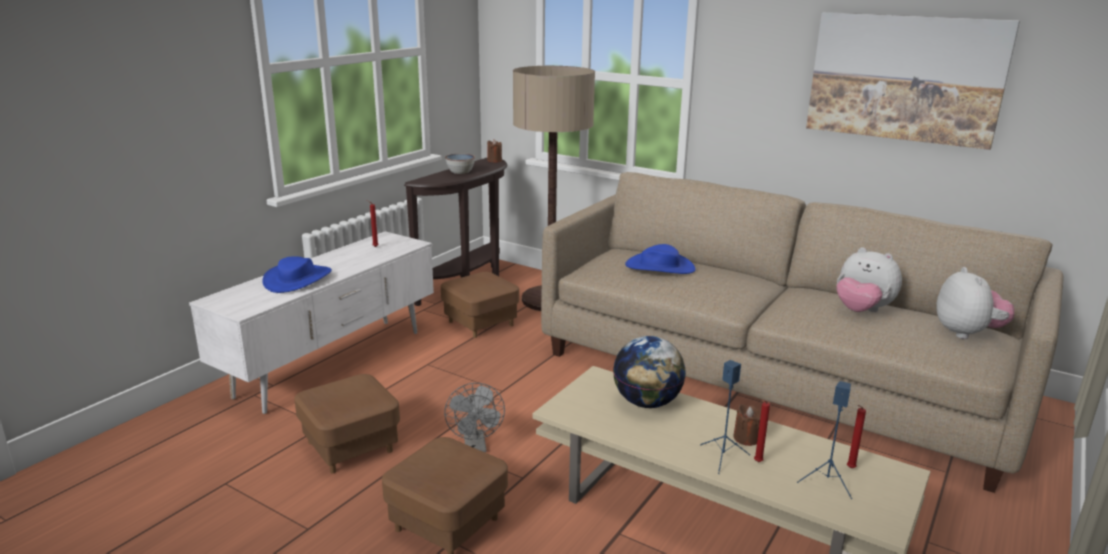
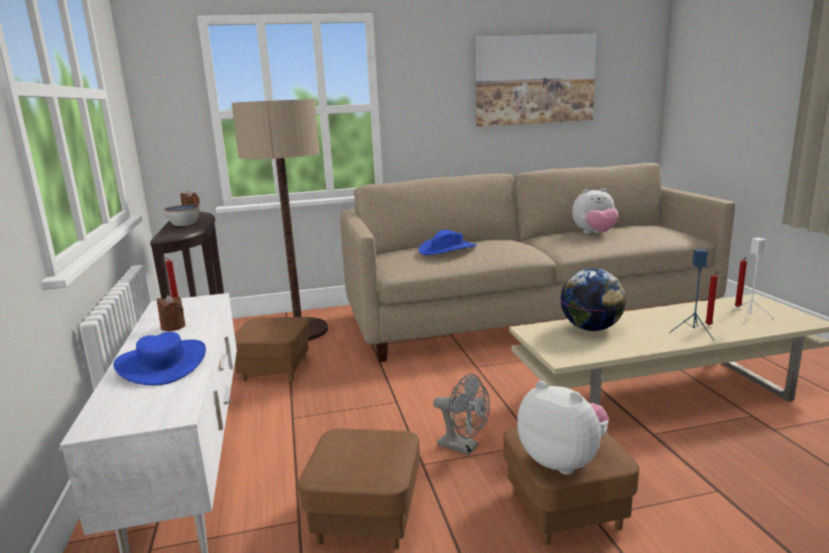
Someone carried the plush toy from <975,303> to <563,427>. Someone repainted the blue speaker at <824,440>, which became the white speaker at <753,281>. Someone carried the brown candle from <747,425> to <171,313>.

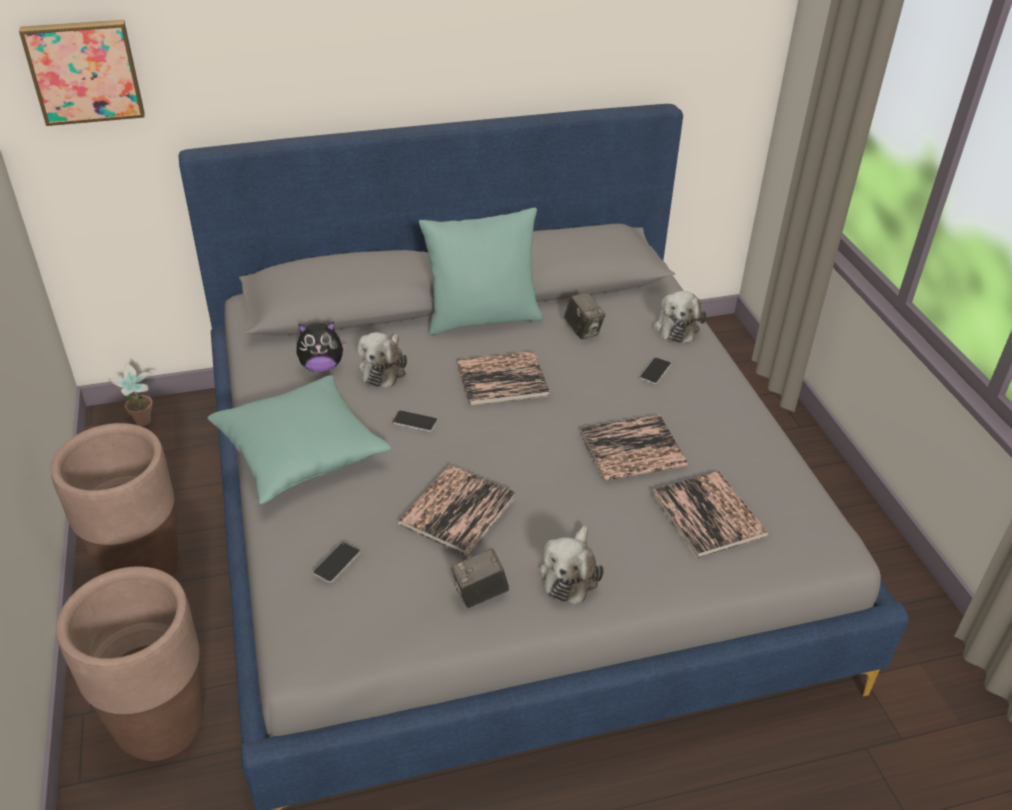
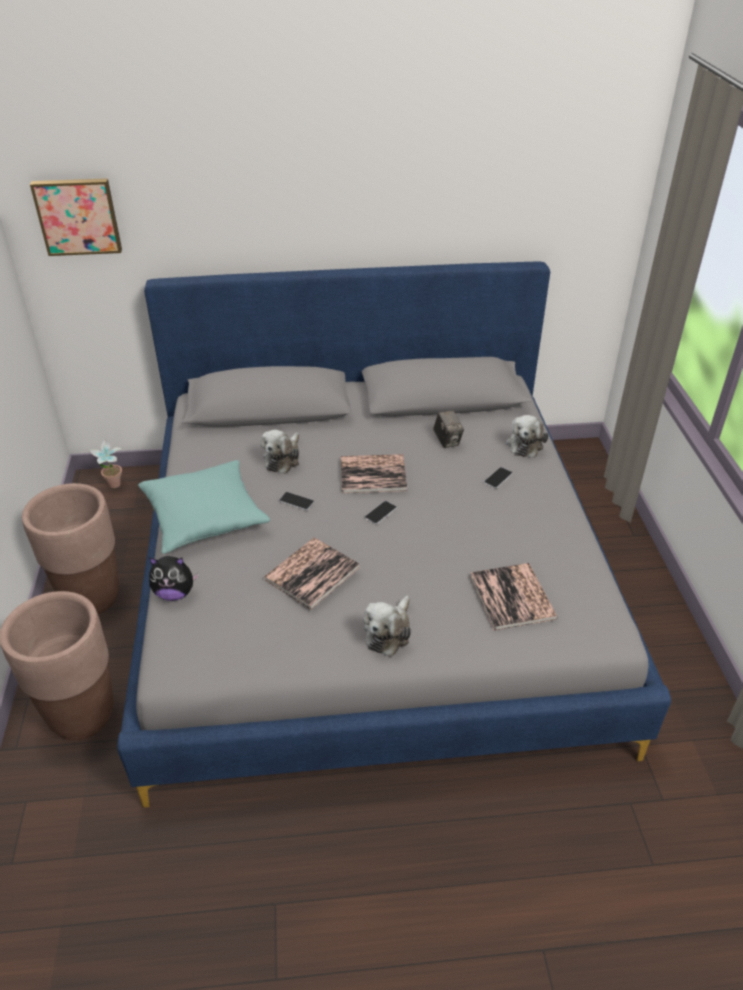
Someone took away the turquoise pillow at <481,271>. Someone carried the plush toy from <321,346> to <174,578>. Someone took away the book at <634,448>. Someone carried the phone from <336,562> to <381,512>. Someone took away the photo camera at <480,578>.

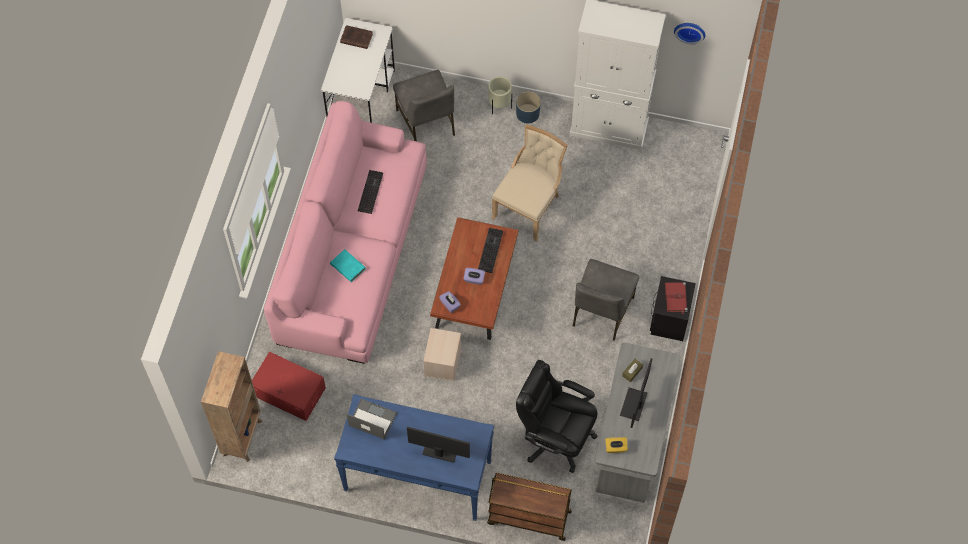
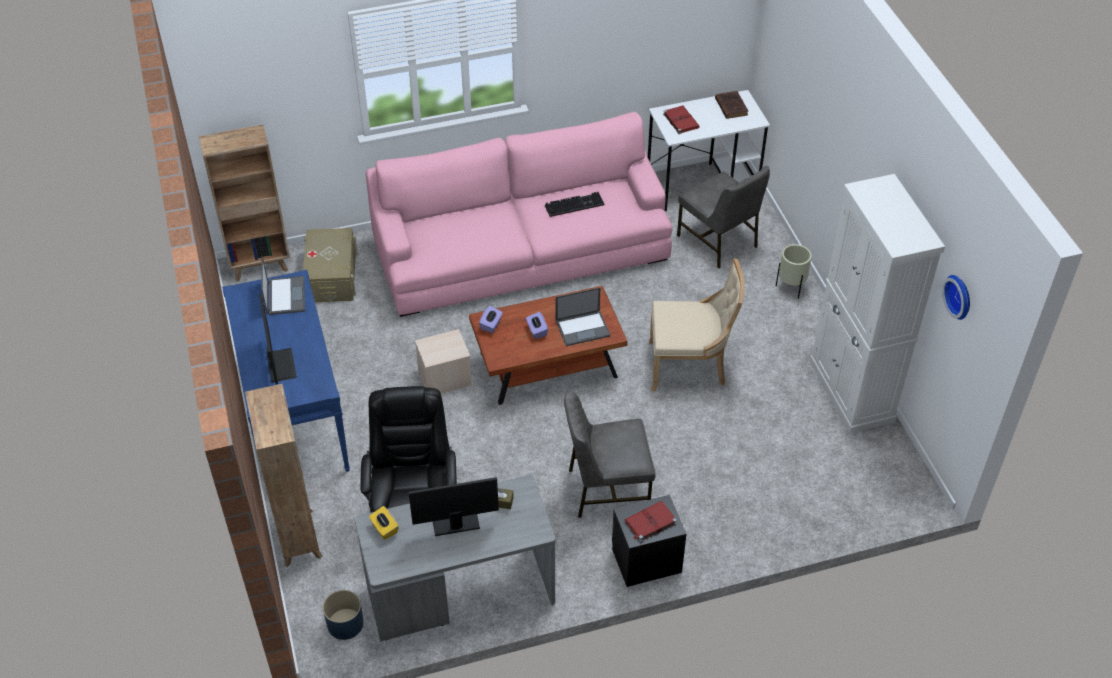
Someone rotated the grey chair at <424,105> by 75 degrees counterclockwise. Someone carried the blue planter from <528,107> to <343,615>. Someone swapped the keyboard at <490,250> for the laptop at <583,316>. Someone took away the turquoise book at <348,265>. Someone repainted the red storage box at <289,386>, which became the beige storage box at <330,265>. Someone swapped the brown cart at <529,507> for the brown bookcase at <283,475>. Someone put down the red book at <681,120>.

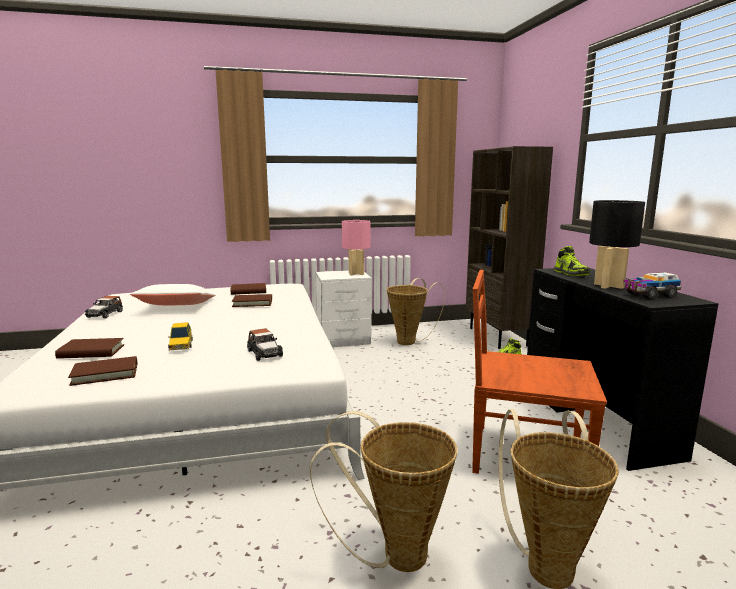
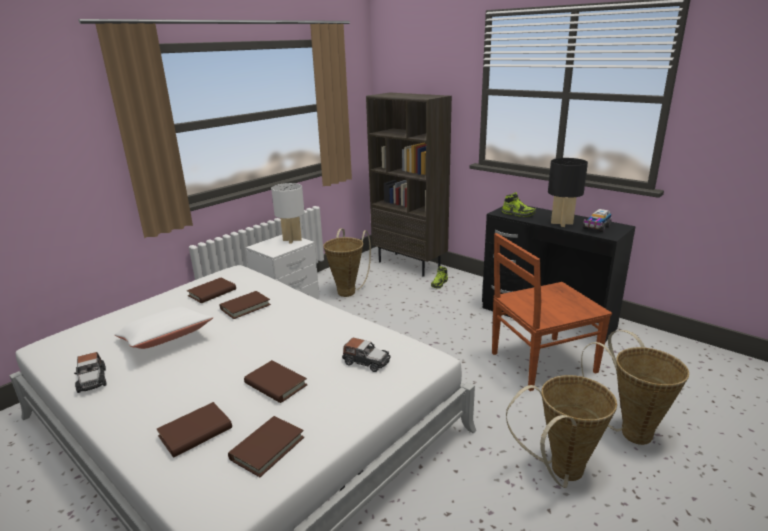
Someone repainted the pink table lamp at <356,247>, which became the white table lamp at <288,213>. Someone swapped the toy car at <180,336> for the brown book at <275,381>.

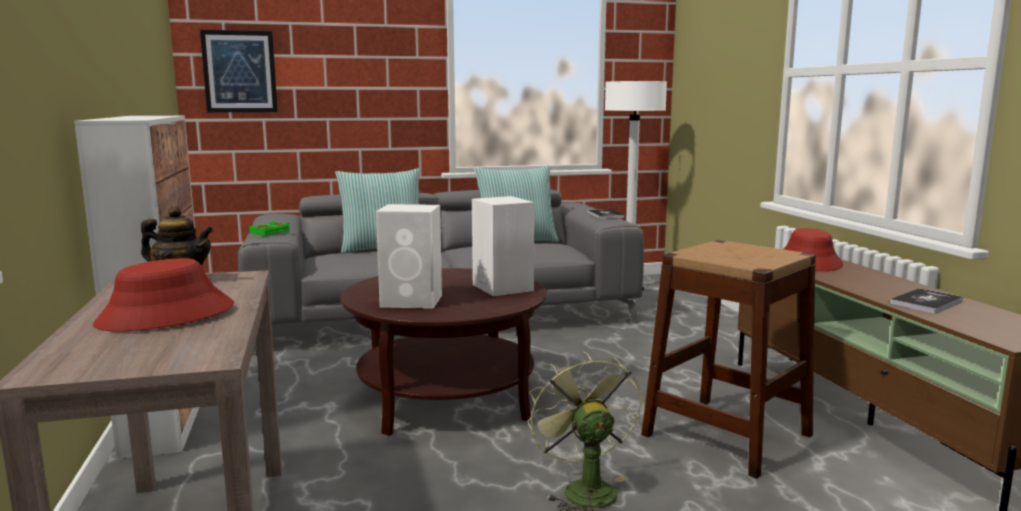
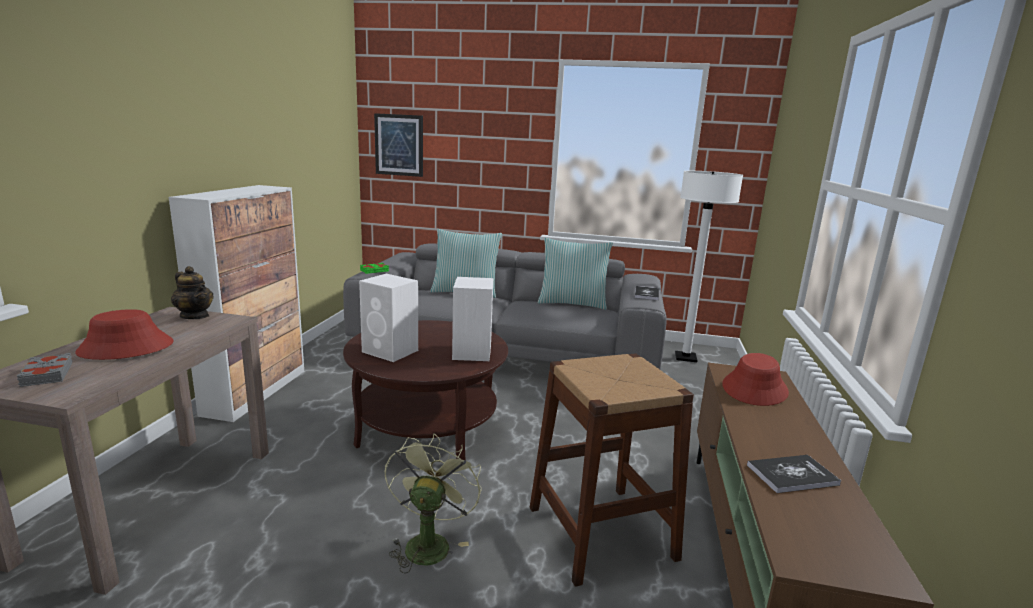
Someone put down the grey book at <45,370>.

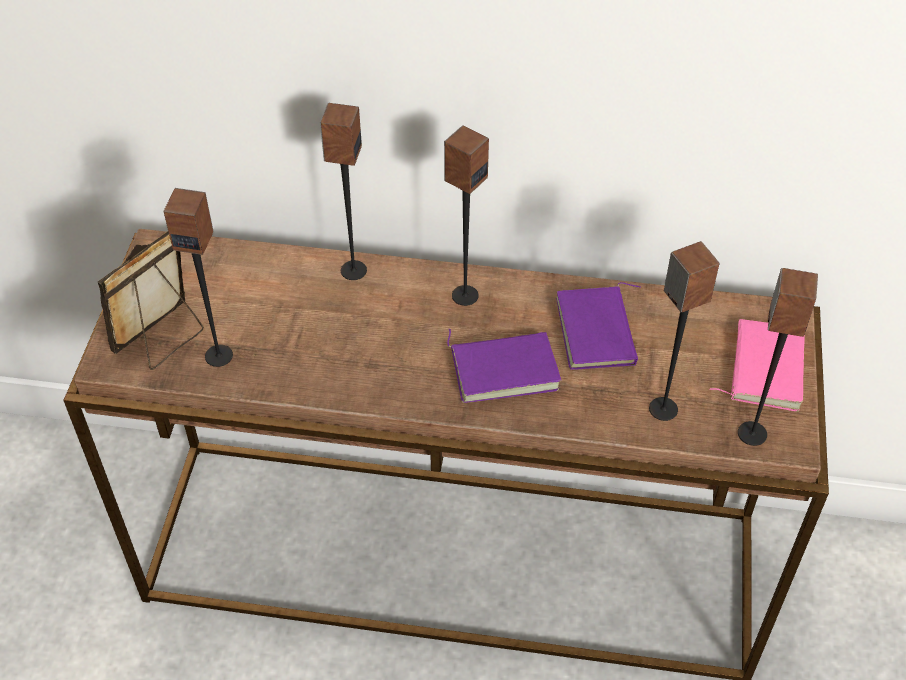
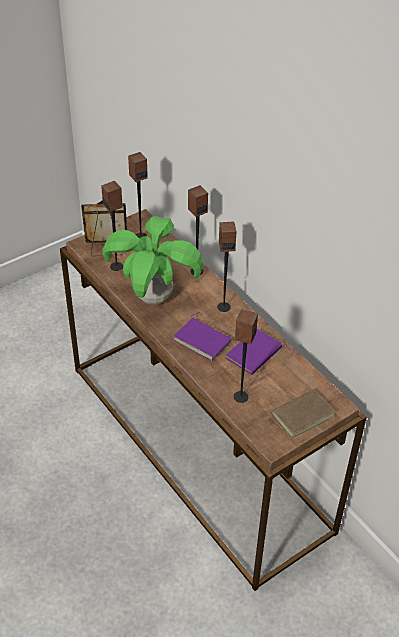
Someone carried the speaker from <778,357> to <138,195>. Someone repainted the pink book at <757,365>, which became the brown book at <300,414>. Someone put down the potted plant at <153,260>.

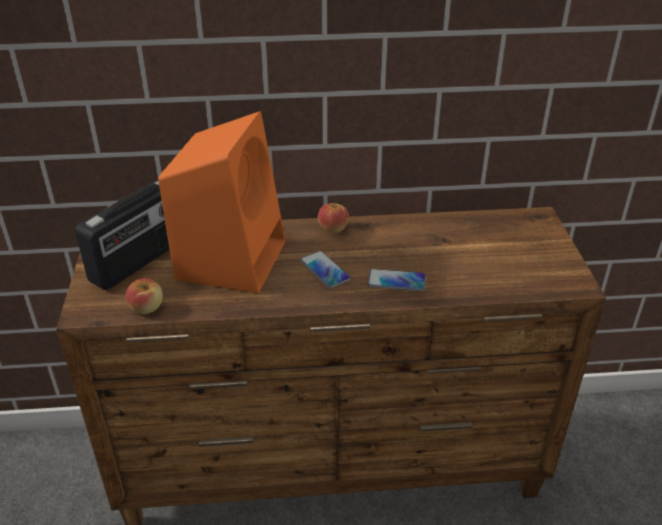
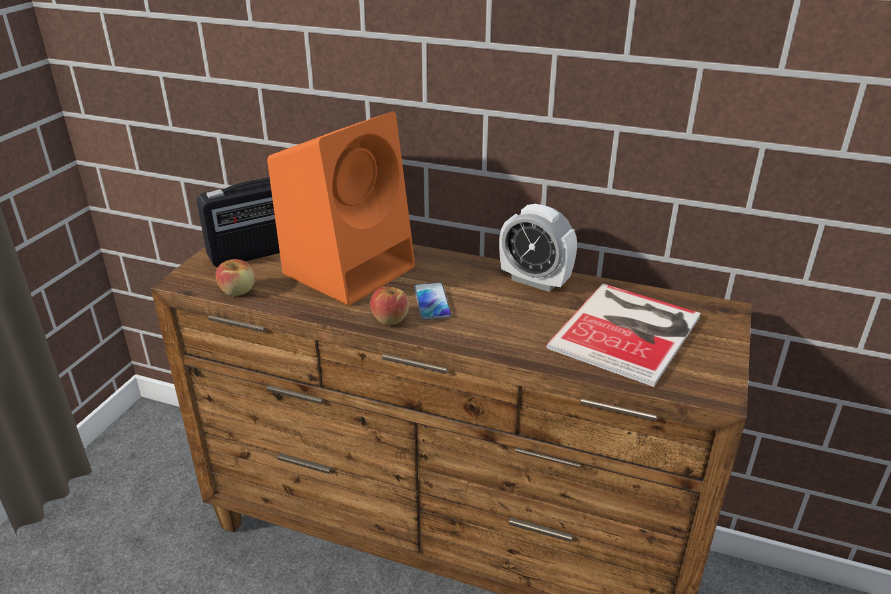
Someone carried the apple from <333,218> to <389,305>. Someone took away the phone at <397,280>. Someone put down the alarm clock at <538,248>. Someone put down the book at <623,335>.

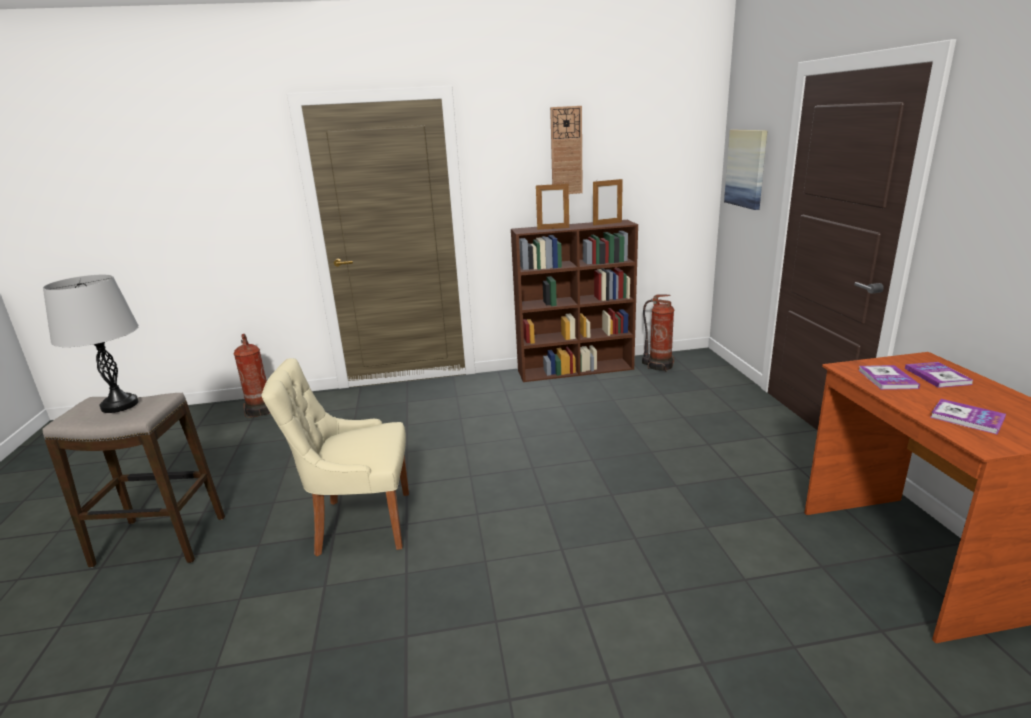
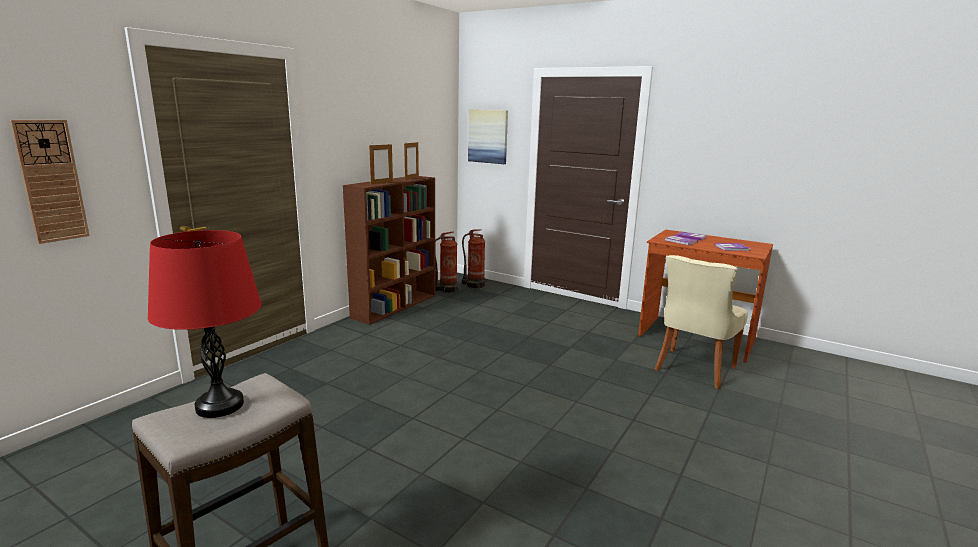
Someone carried the wall clock from <566,150> to <50,182>. Someone repainted the grey table lamp at <91,344>, which became the red table lamp at <204,324>. Someone carried the fire extinguisher from <252,376> to <474,259>. Someone carried the beige chair from <335,457> to <701,322>.

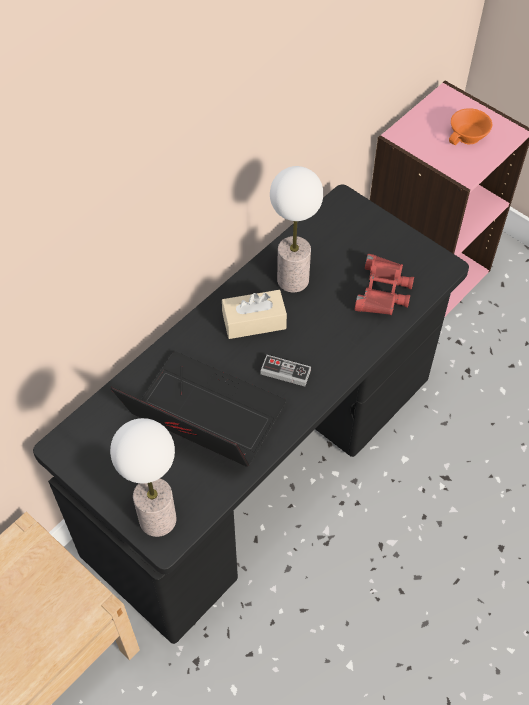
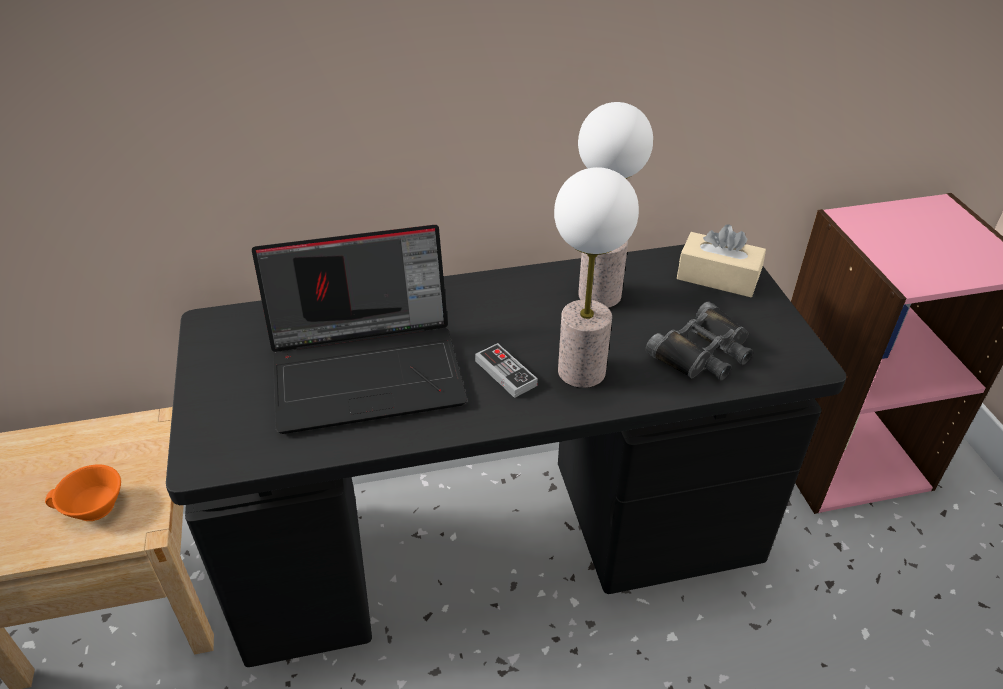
Someone carried the orange cup from <470,126> to <83,492>. Someone repainted the red binoculars at <384,284>, which became the black binoculars at <699,341>. Someone carried the beige tissue box from <254,314> to <721,260>. Someone rotated the laptop at <198,409> by 105 degrees clockwise. Someone carried the table lamp from <143,477> to <596,277>.

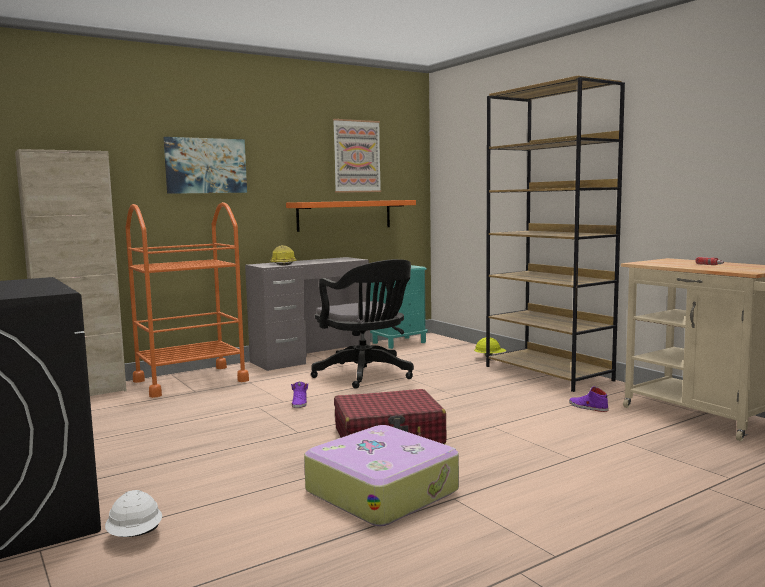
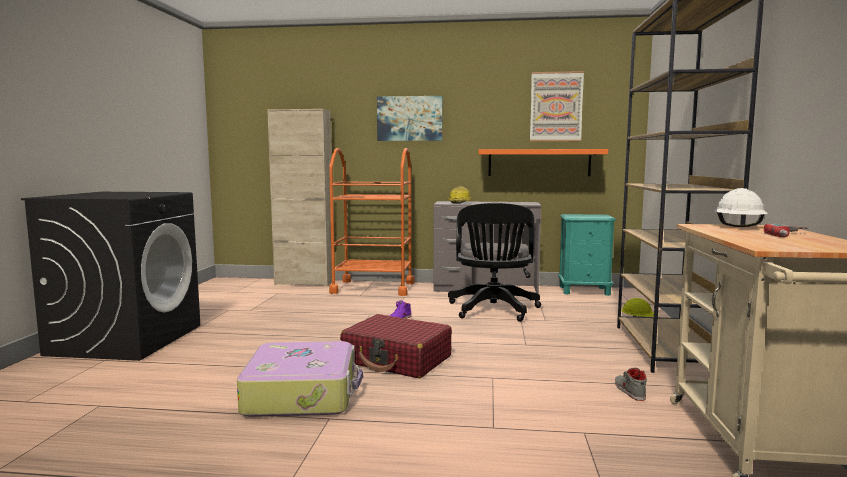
Someone repainted the purple shoe at <588,399>, which became the grey shoe at <631,384>. Someone carried the white hard hat from <133,513> to <741,207>.

